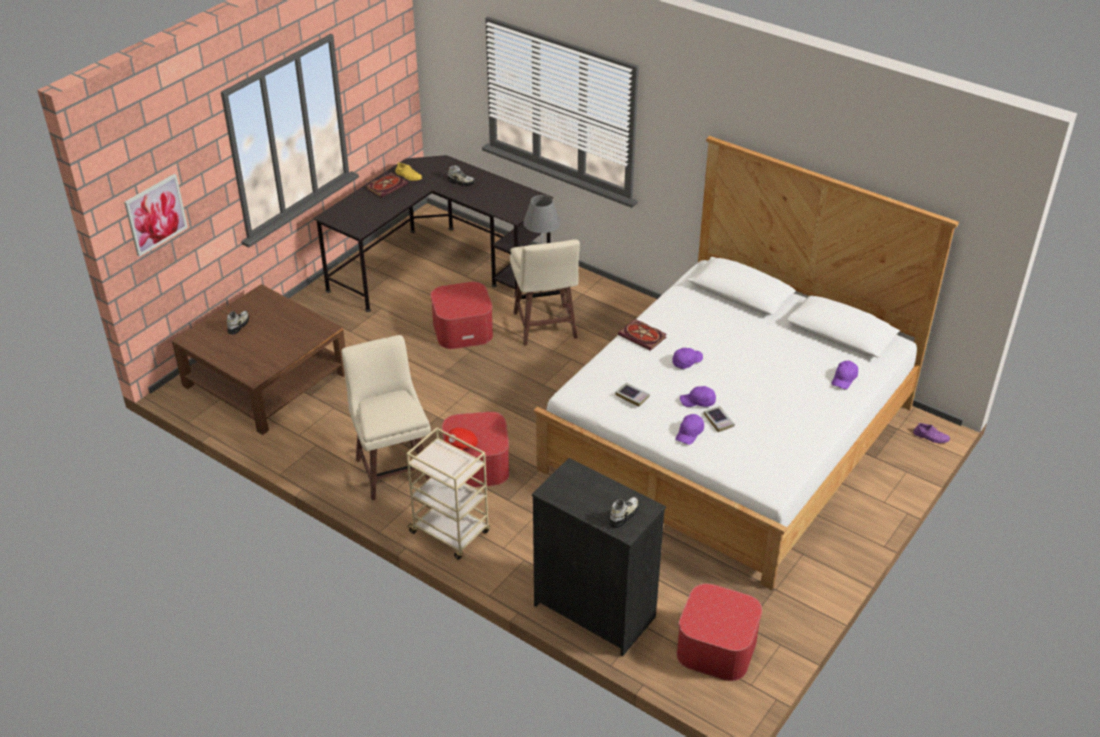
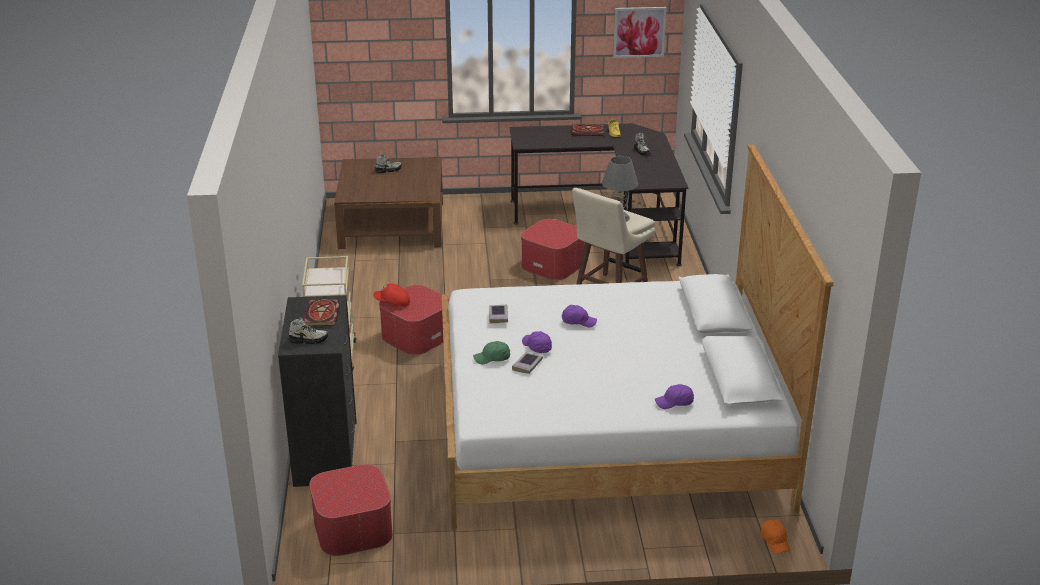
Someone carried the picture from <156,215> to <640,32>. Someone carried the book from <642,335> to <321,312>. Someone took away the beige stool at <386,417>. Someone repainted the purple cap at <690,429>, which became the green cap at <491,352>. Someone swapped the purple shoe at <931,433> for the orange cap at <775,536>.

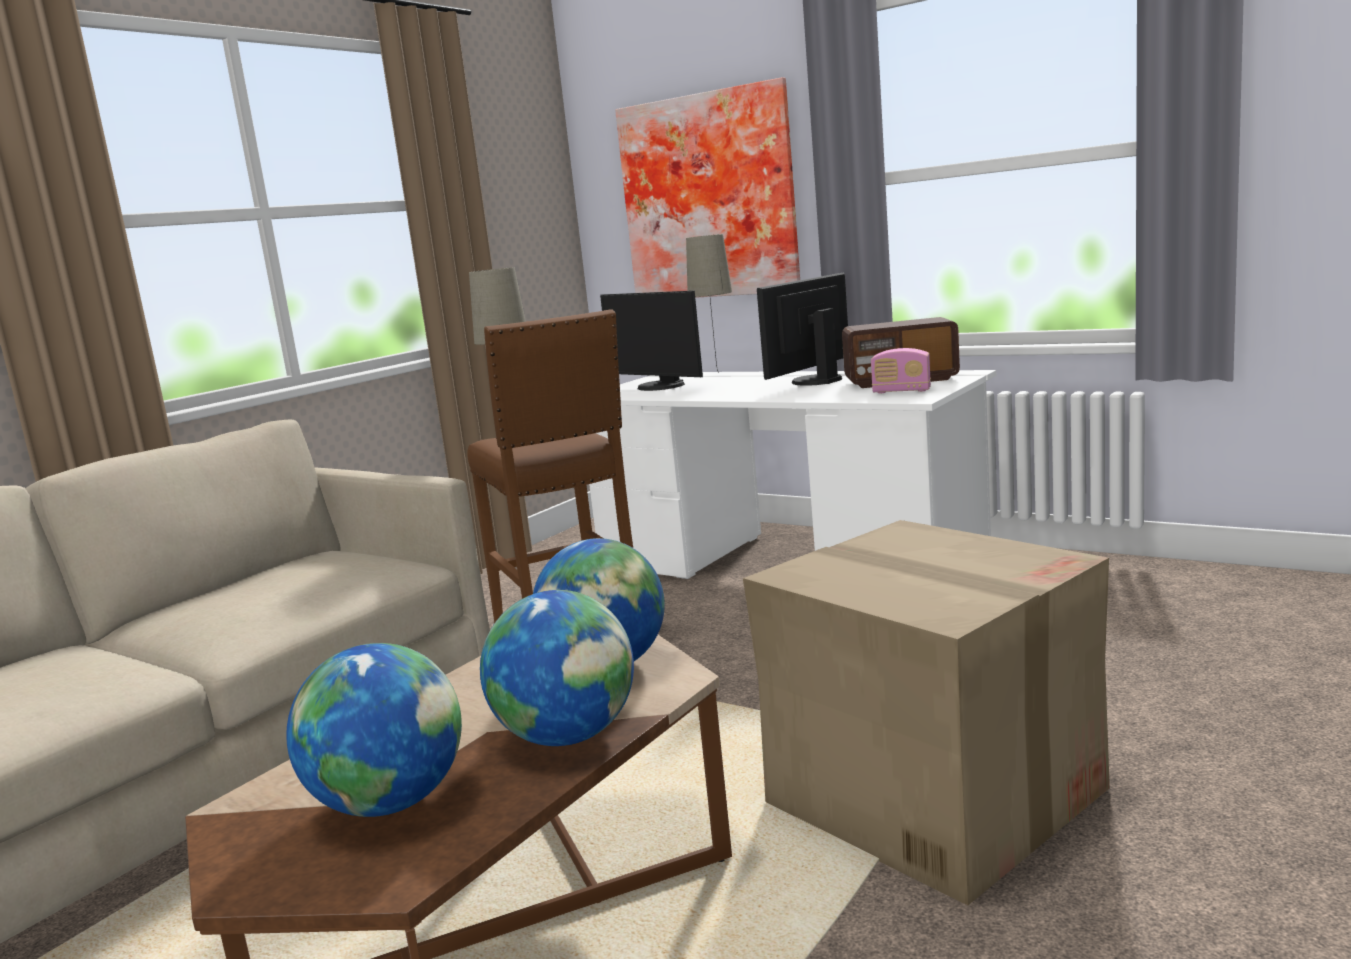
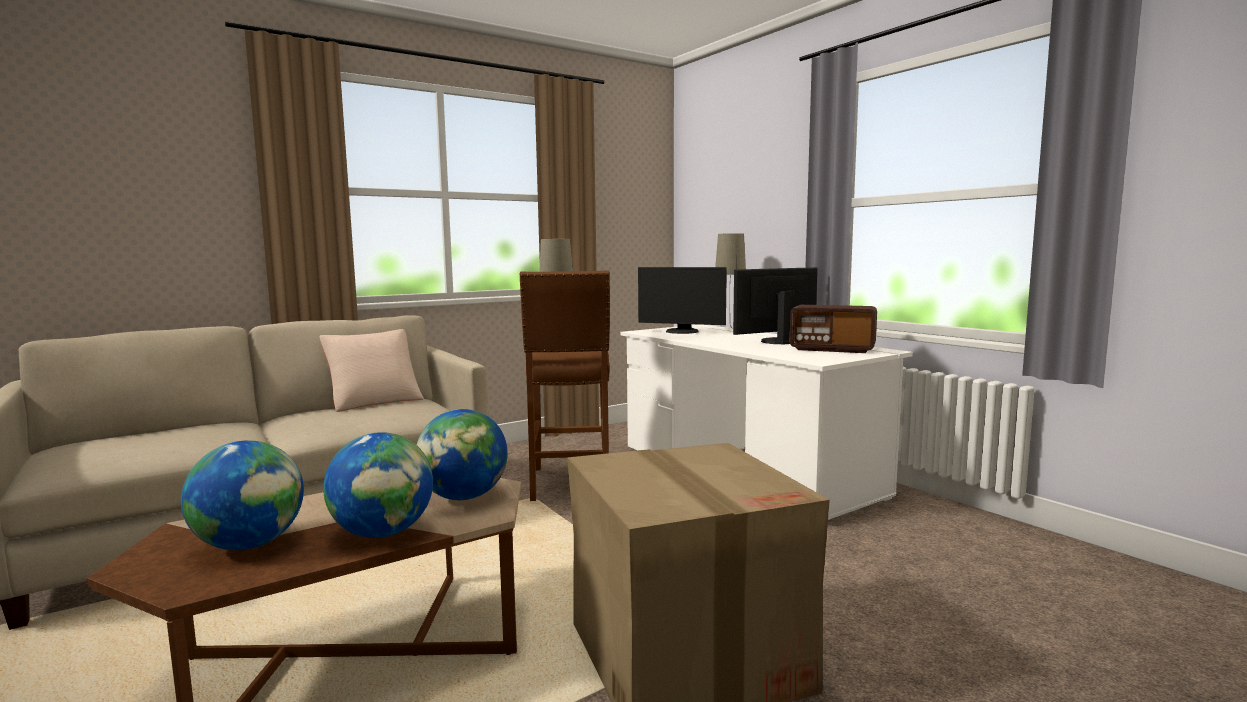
Someone took away the picture at <707,187>. Someone rotated the monitor at <651,341> by 45 degrees counterclockwise. Someone took away the radio at <901,370>. Someone put down the beige pillow at <371,370>.

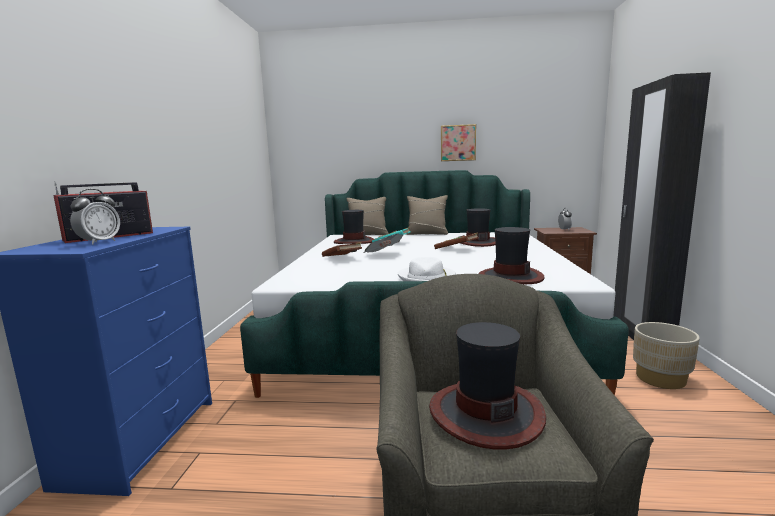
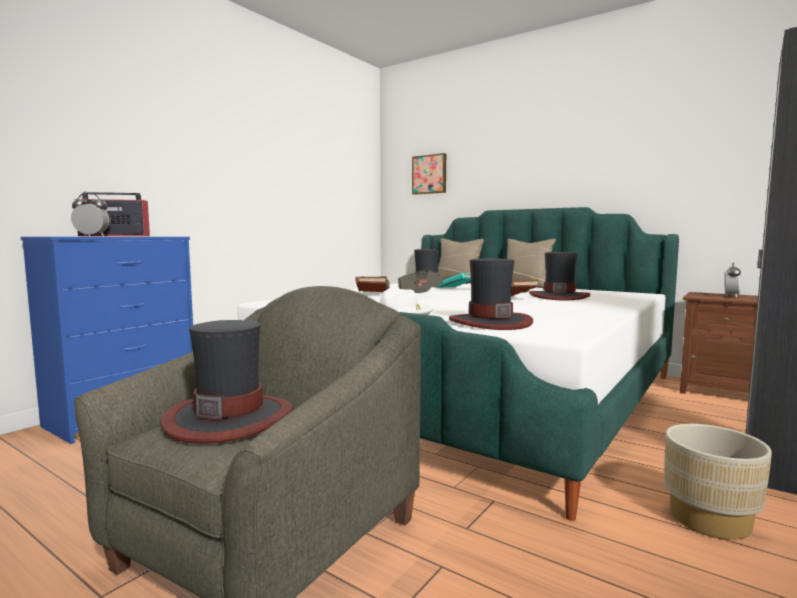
Someone carried the picture from <458,142> to <429,174>. Someone rotated the alarm clock at <95,217> by 150 degrees counterclockwise.

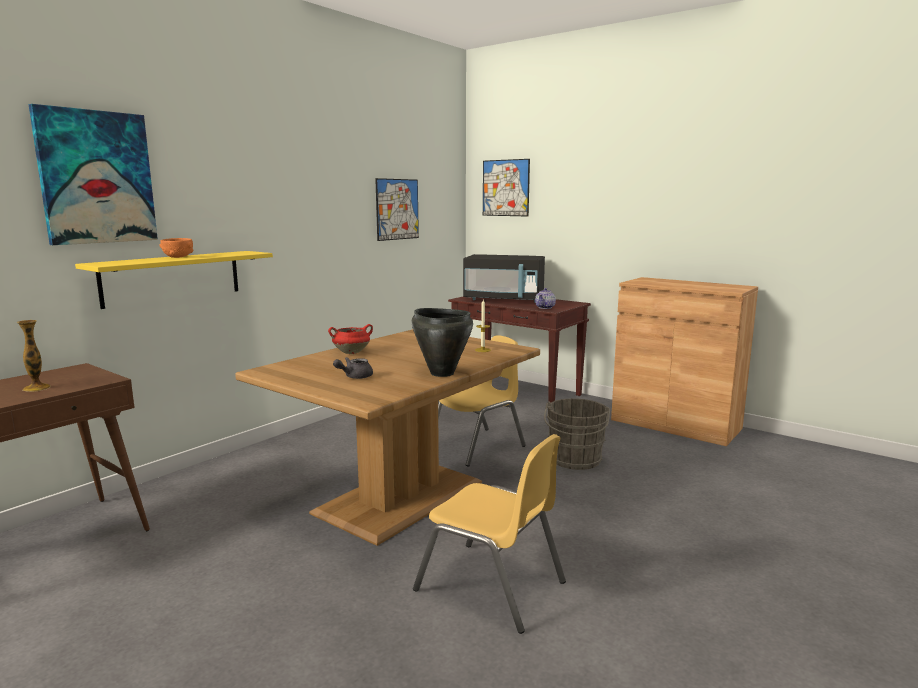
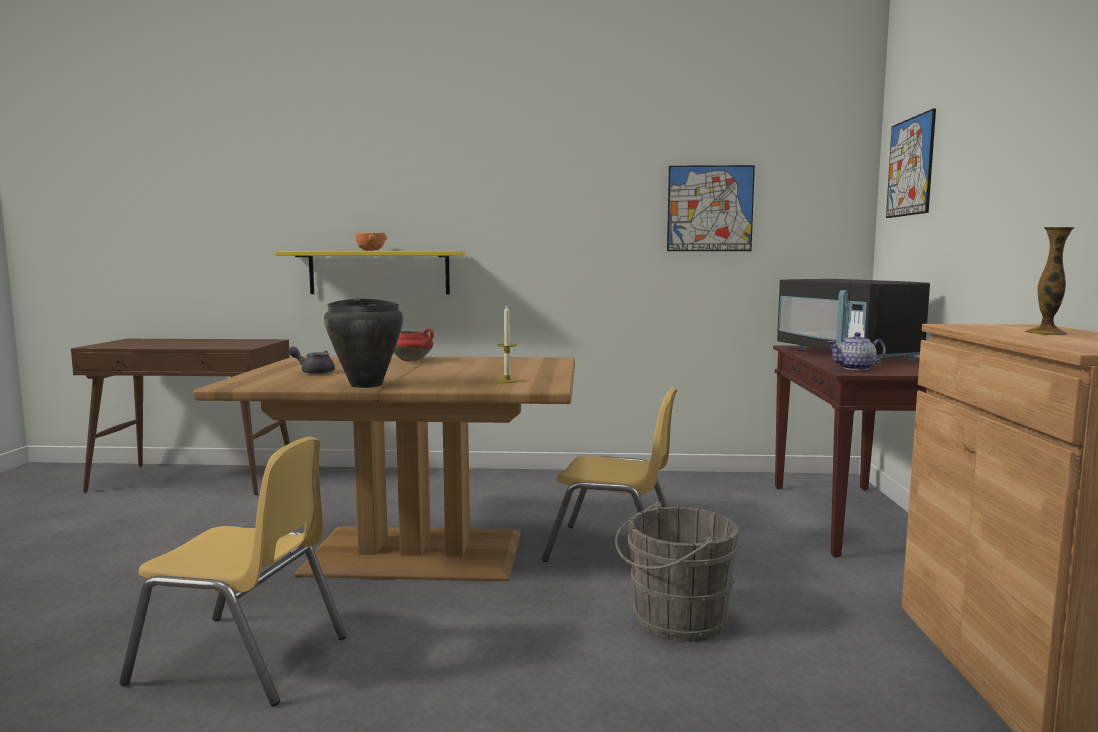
Someone took away the picture at <93,174>. Someone carried the vase from <34,356> to <1050,281>. Someone rotated the yellow chair at <489,534> by 75 degrees counterclockwise.

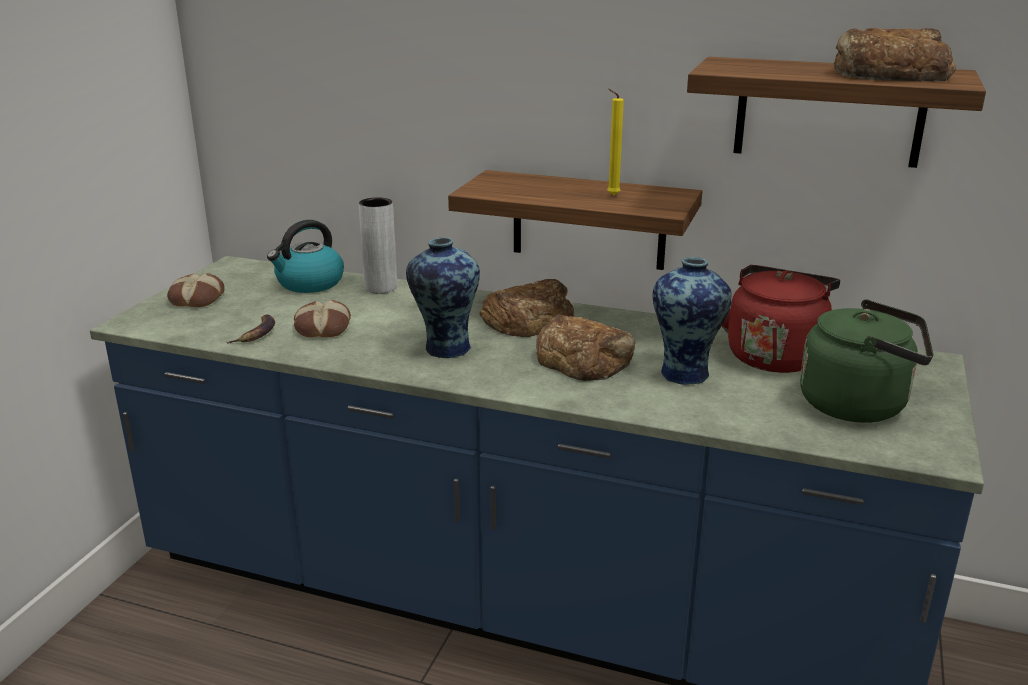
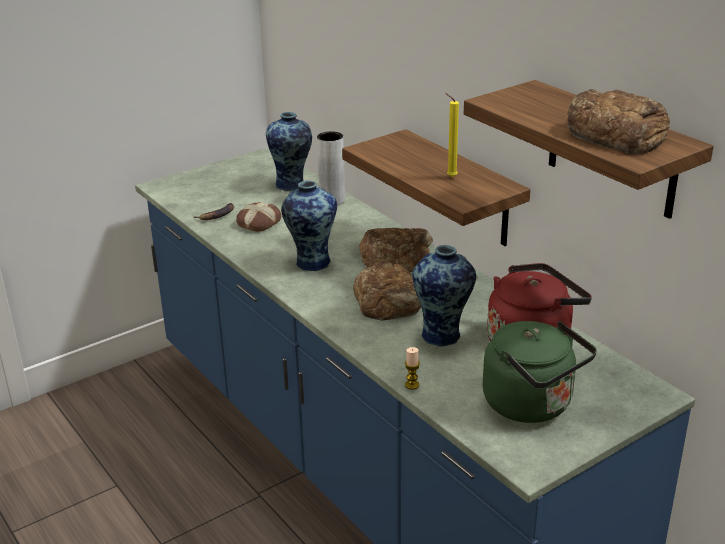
Someone swapped the kettle at <305,256> for the vase at <289,151>. Someone took away the bread at <196,290>. Someone put down the candle at <412,368>.

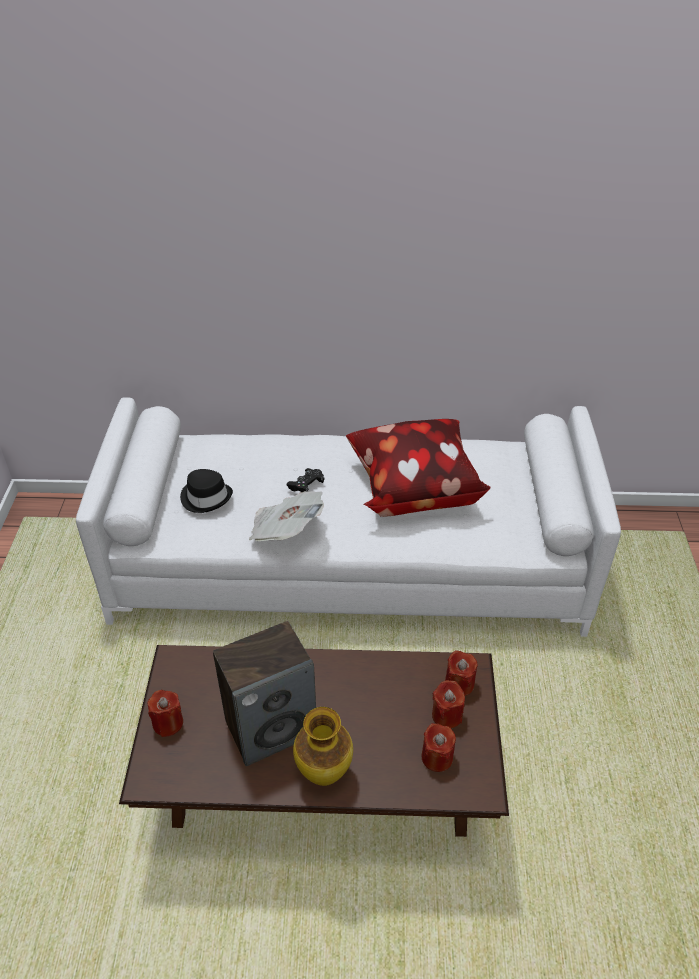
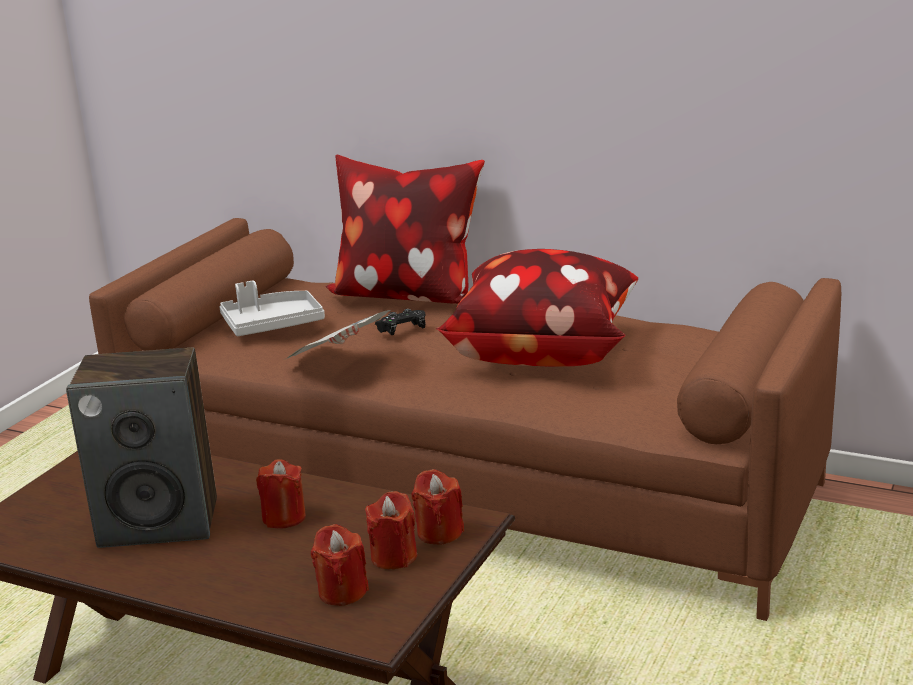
Someone repainted the white sofa at <348,517>, which became the brown sofa at <465,419>. Someone swapped the black hat at <206,491> for the grey tray at <272,308>. Someone carried the red candle from <165,713> to <281,493>. Someone took away the vase at <323,746>. Someone put down the pillow at <405,229>.

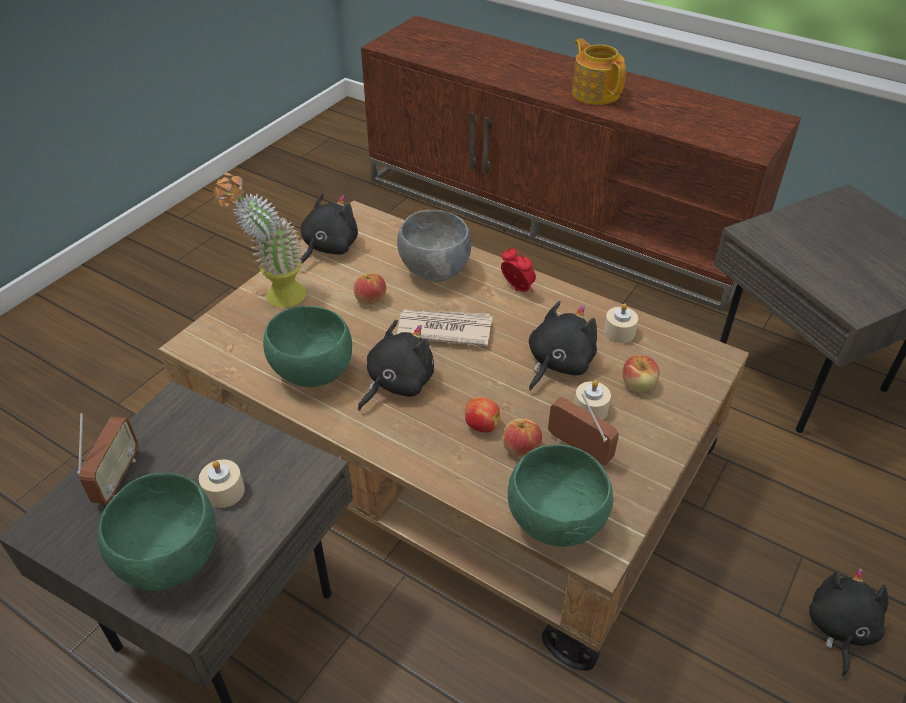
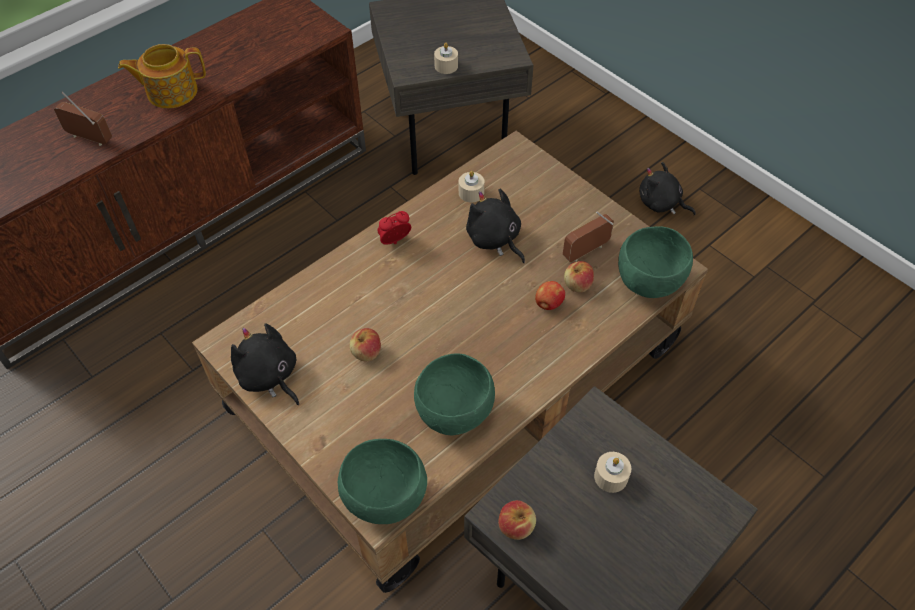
Someone took away the potted plant at <259,240>. Someone took away the grey bowl at <434,246>. Someone took away the newspaper at <445,327>. Someone took away the black plush toy at <396,365>. Someone carried the apple from <641,373> to <517,520>. Someone carried the beige candle from <592,400> to <446,58>. Someone carried the radio from <107,458> to <83,119>. Someone carried the green bowl from <157,532> to <382,481>.

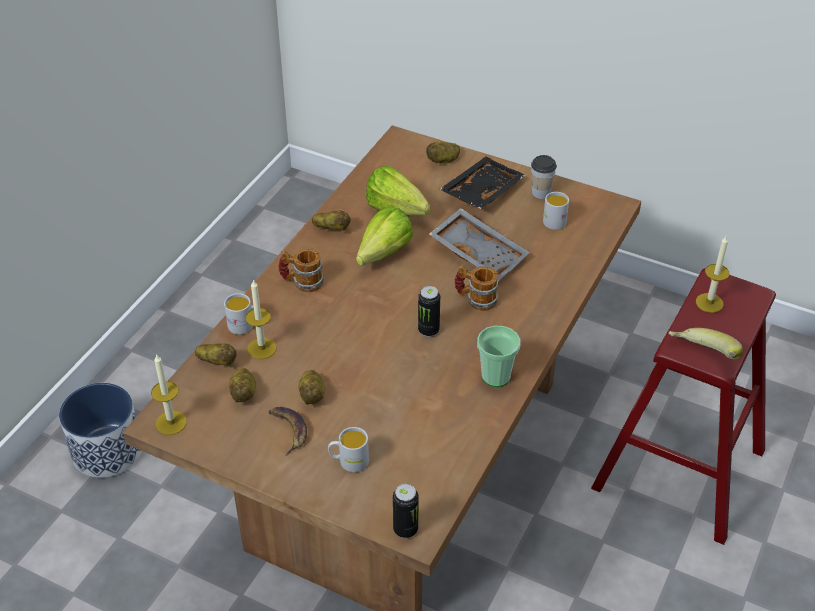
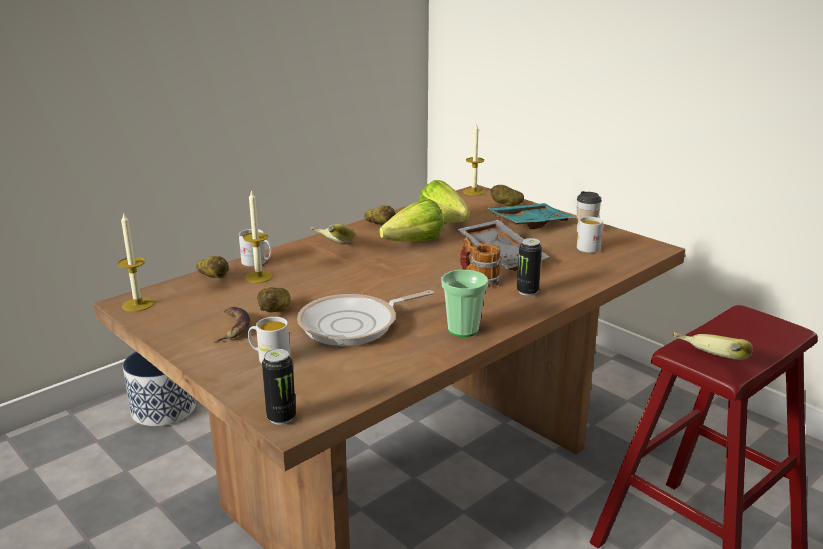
Someone repainted the black tray at <483,182>, which became the turquoise tray at <531,216>. Someone carried the candle from <712,274> to <474,159>. Someone swapped the mug at <301,270> for the banana at <332,233>. Someone carried the can from <429,311> to <529,267>. Someone took away the potato at <242,385>. Someone put down the frying pan at <365,318>.

